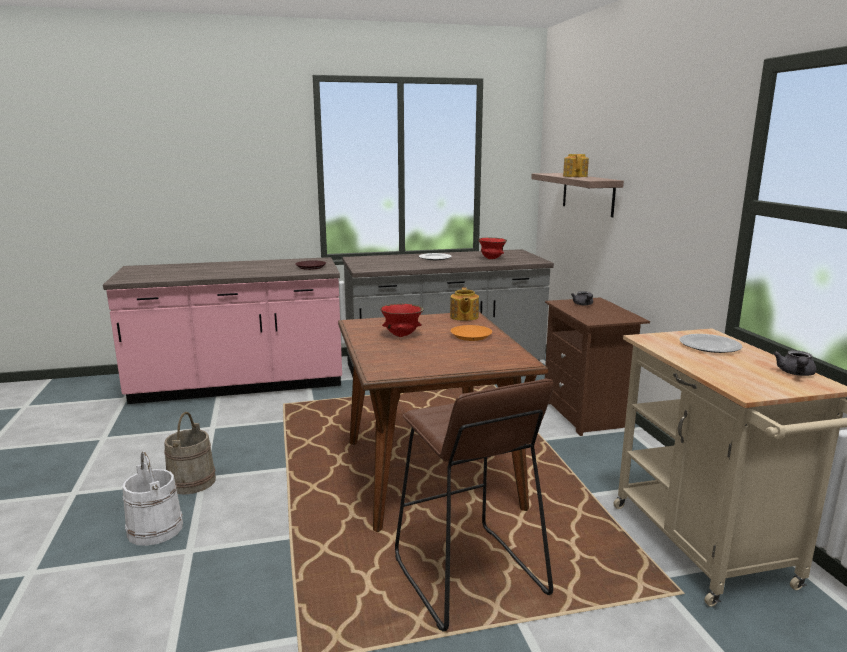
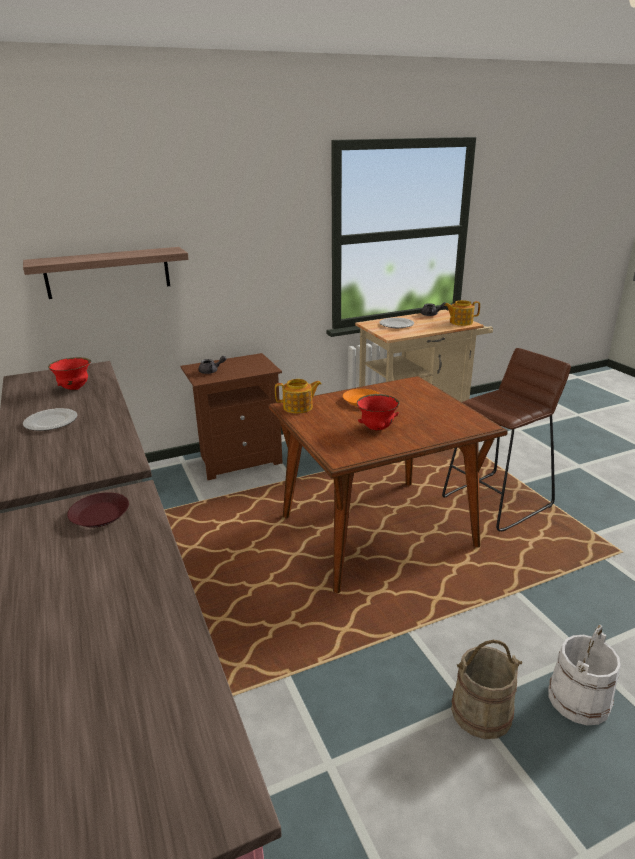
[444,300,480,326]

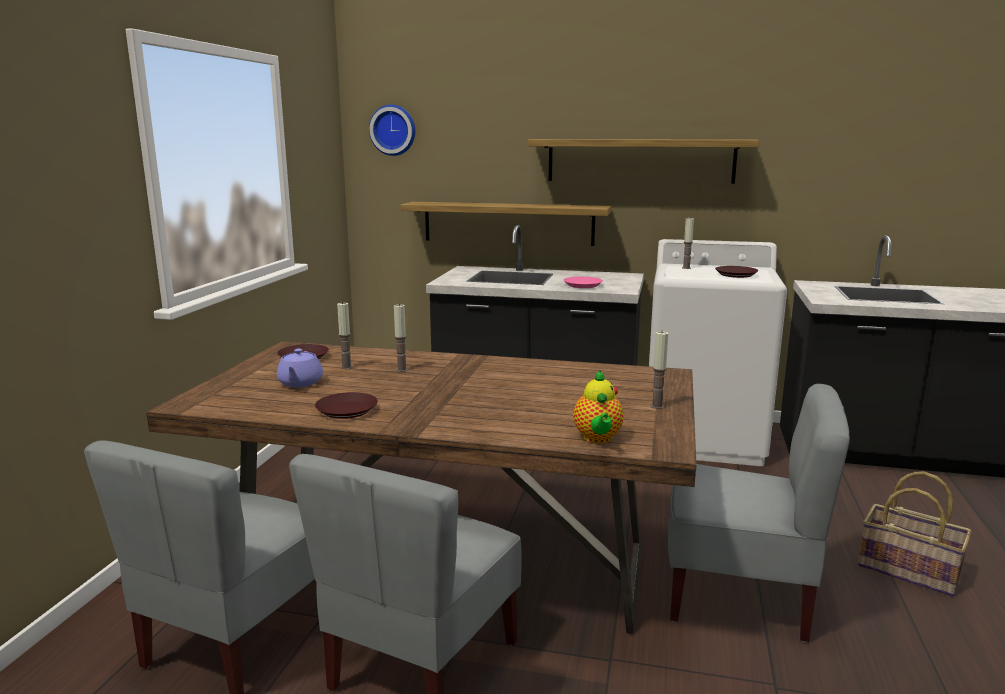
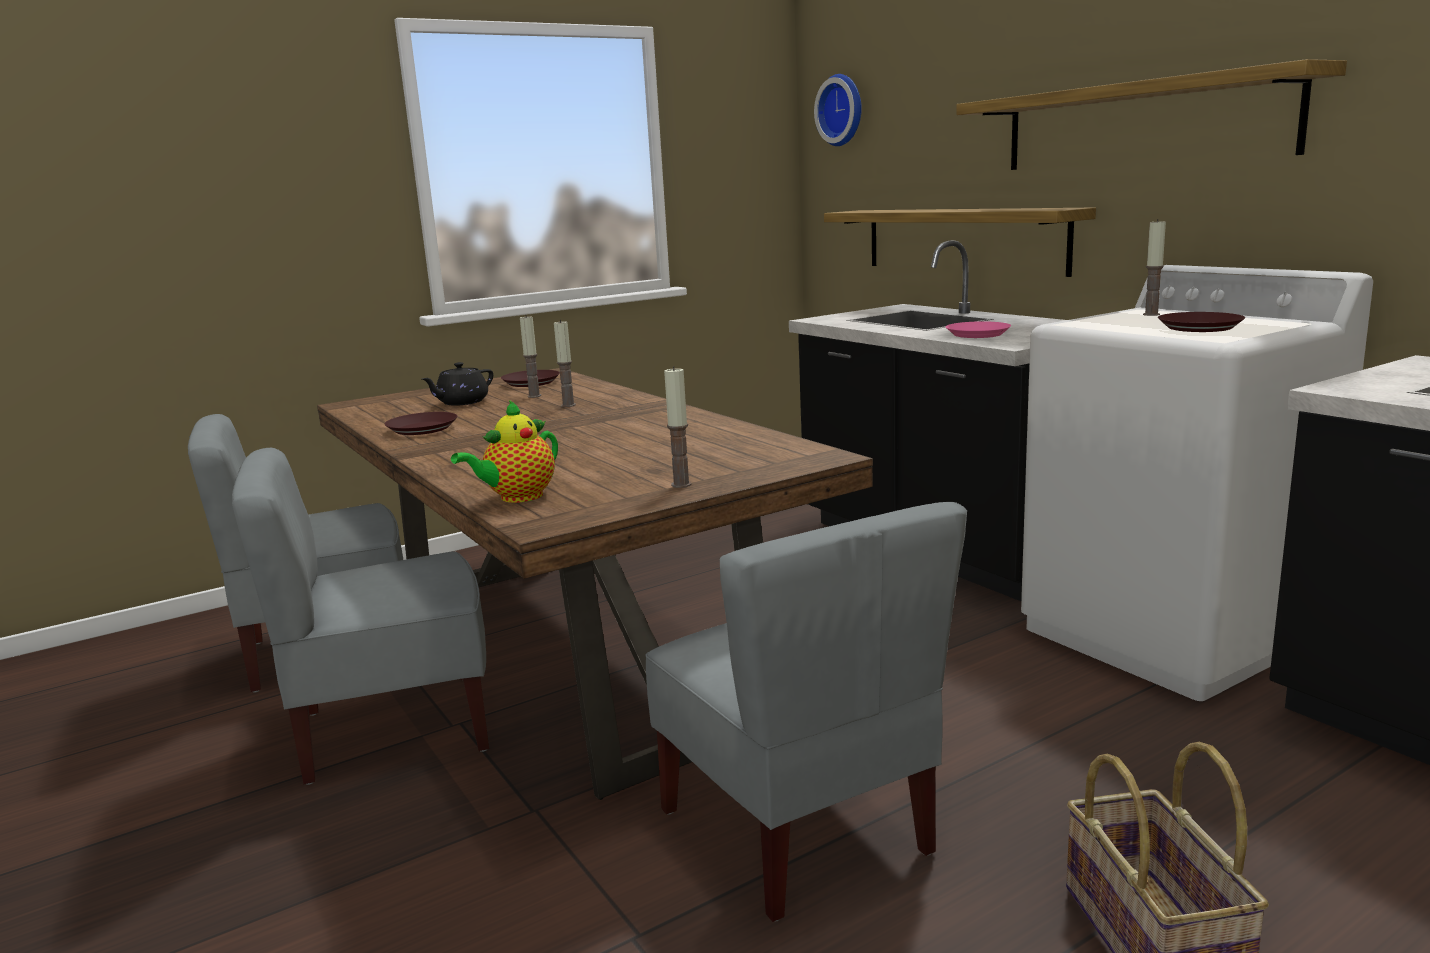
[422,362,493,406]

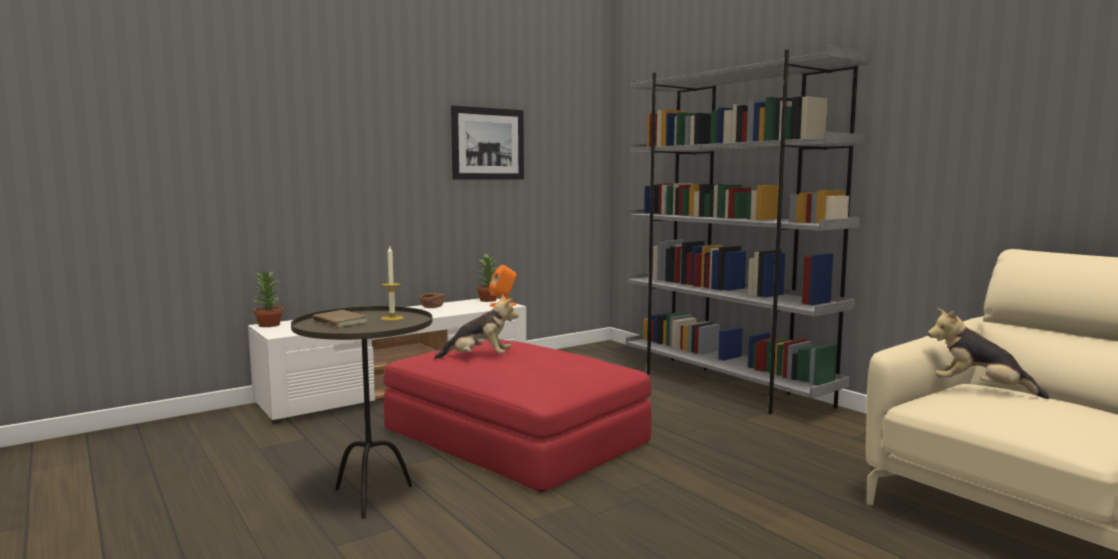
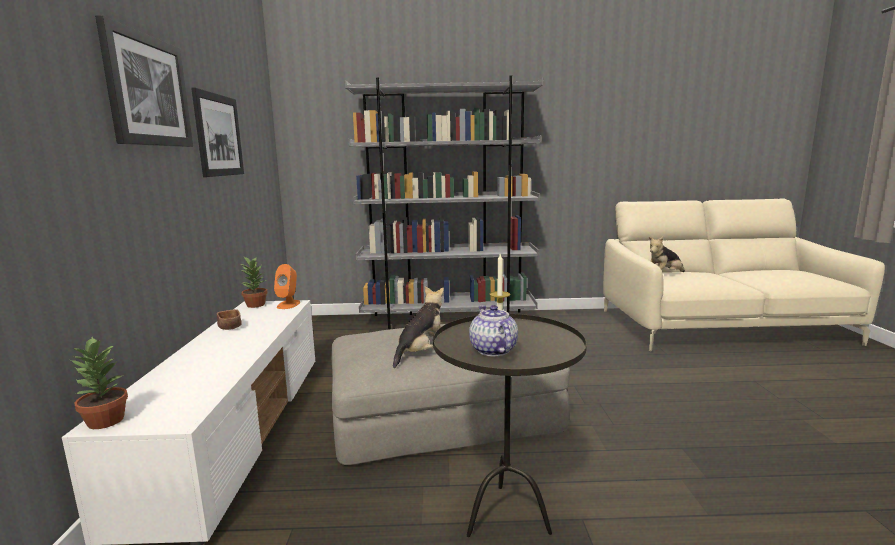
[95,15,193,147]
[331,324,570,466]
[469,305,518,357]

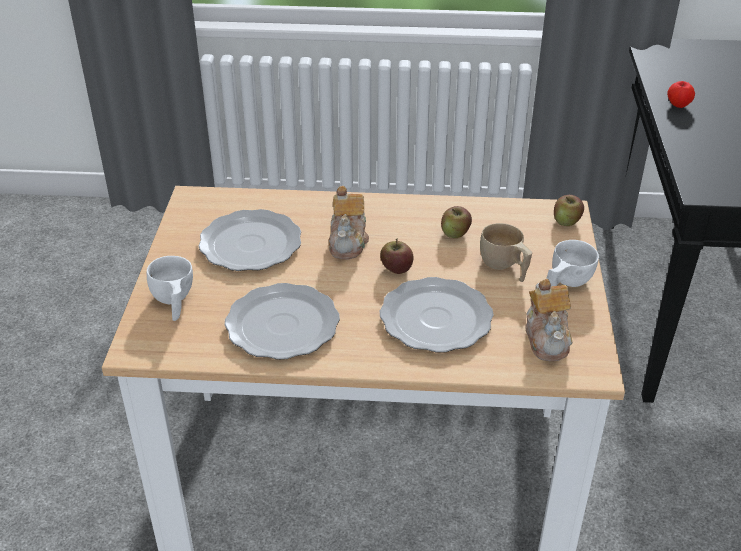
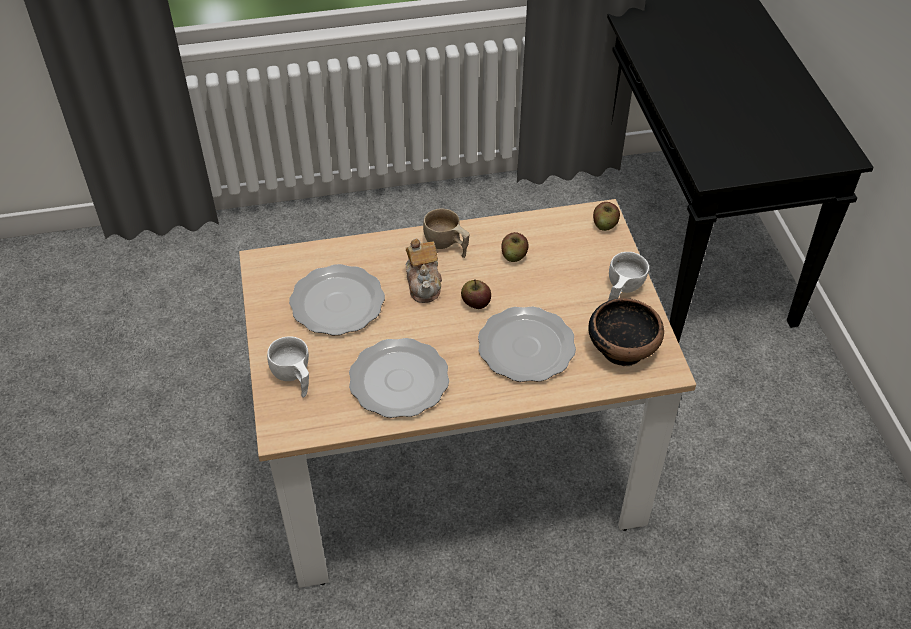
[423,209,469,258]
[588,298,664,366]
[667,81,695,108] (first image)

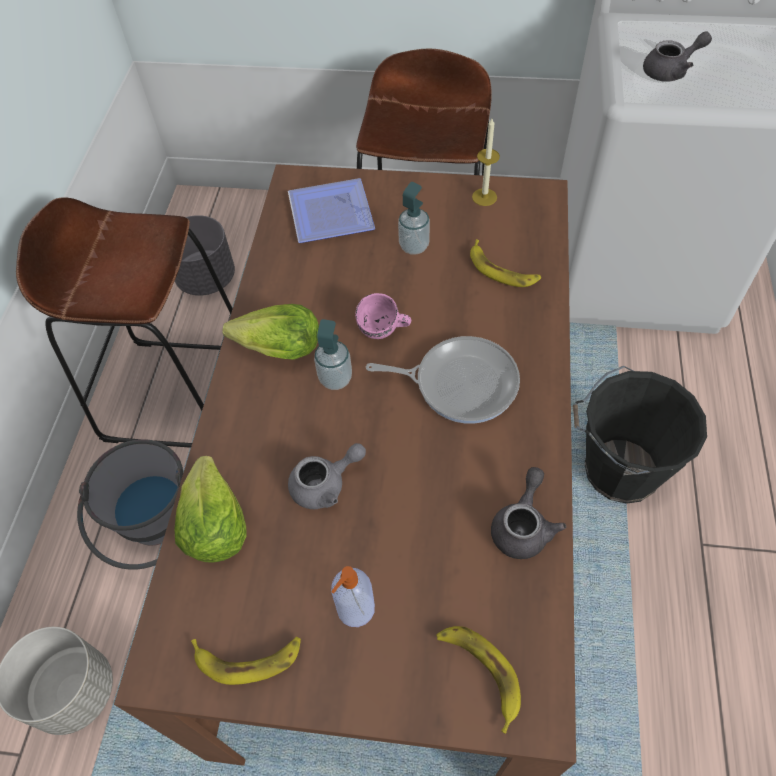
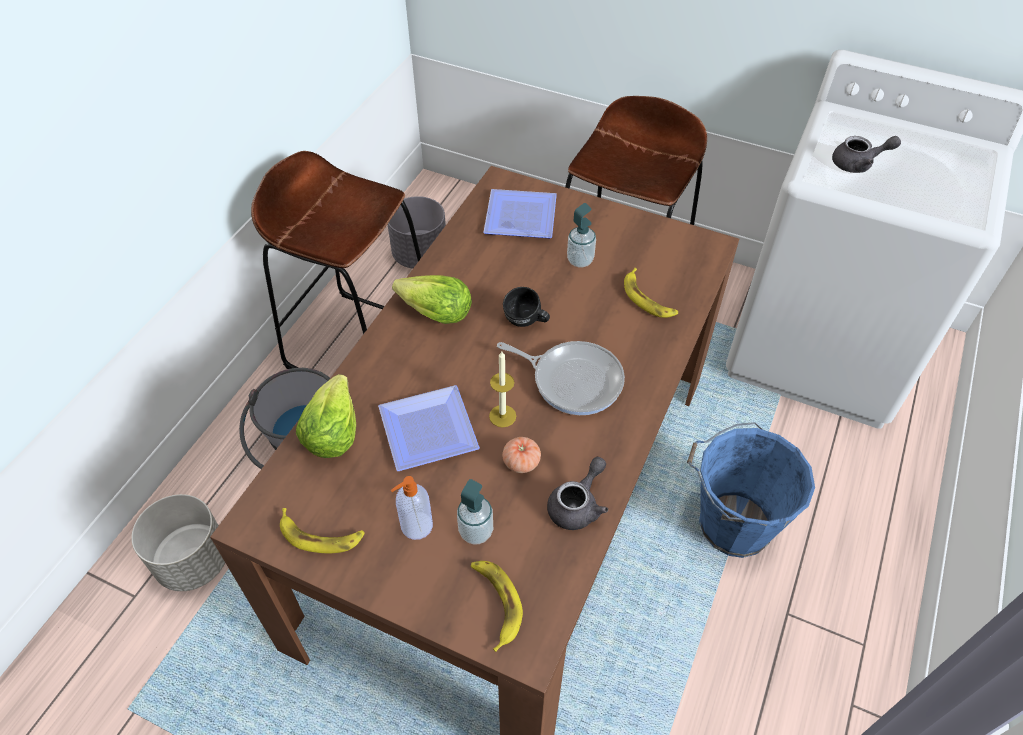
[378,385,480,471]
[457,479,493,545]
[489,351,516,427]
[502,437,541,473]
[503,287,550,327]
[687,422,815,558]

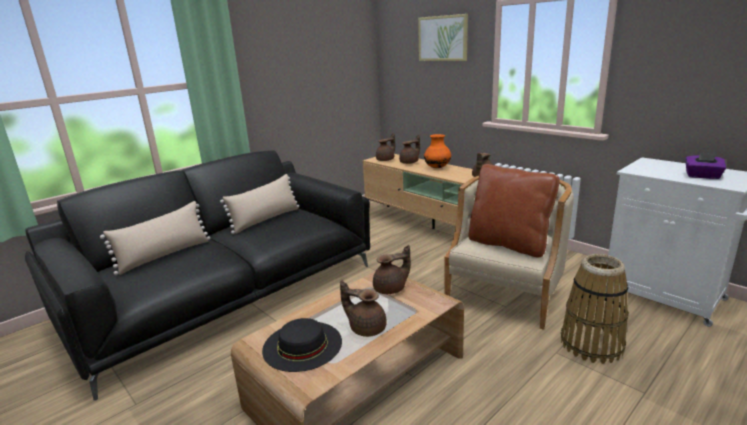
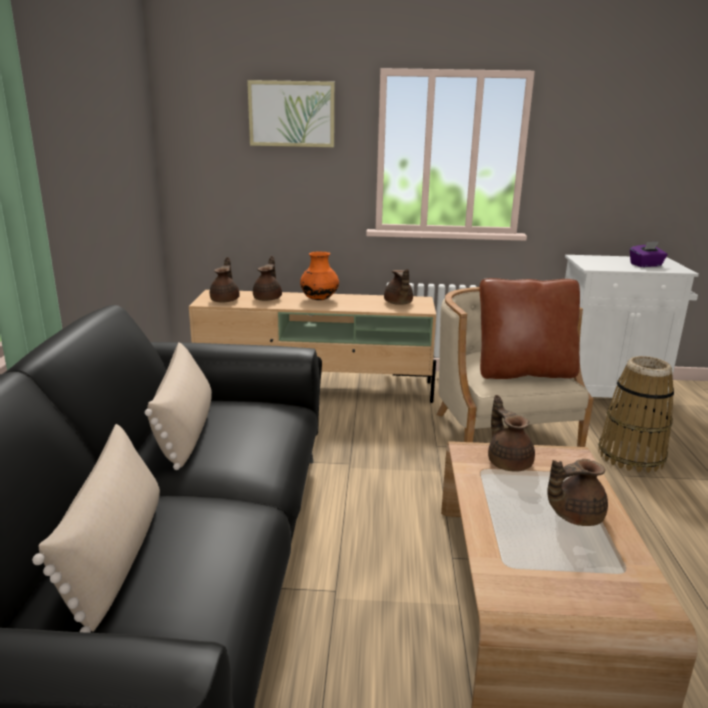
[488,395,535,472]
[262,318,342,372] (first image)

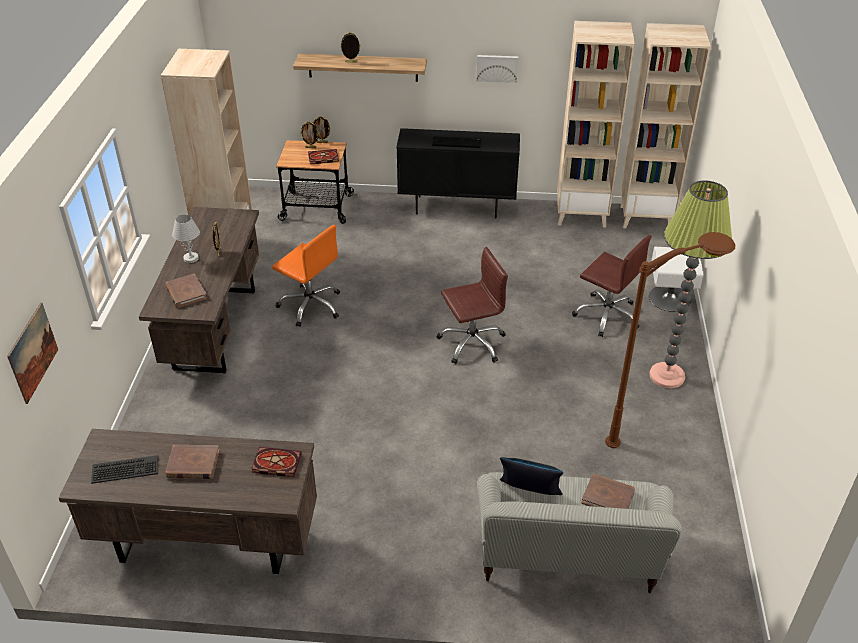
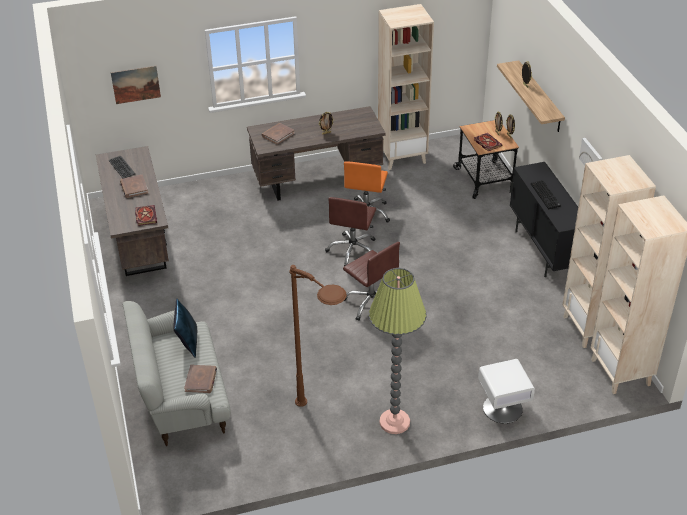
[325,197,376,266]
[172,214,200,263] (first image)

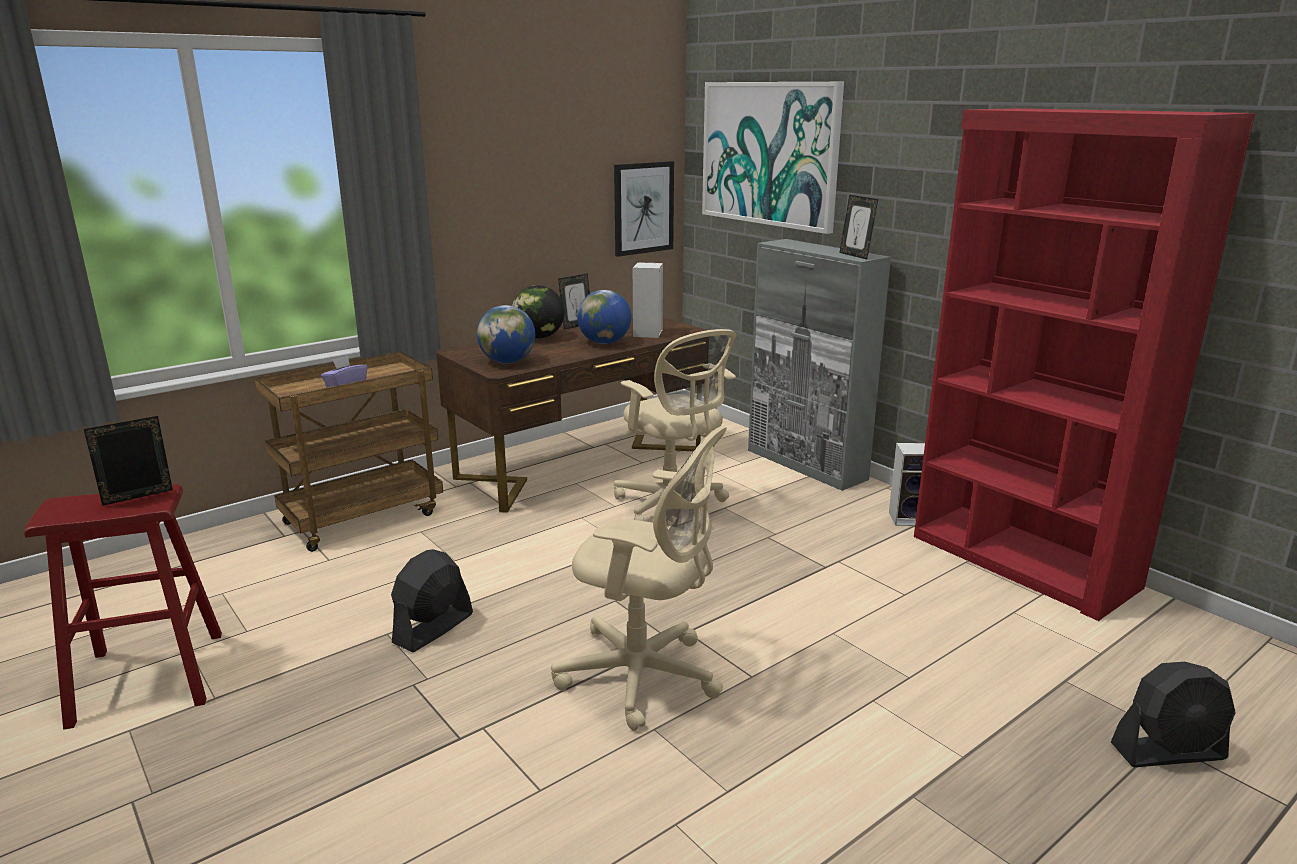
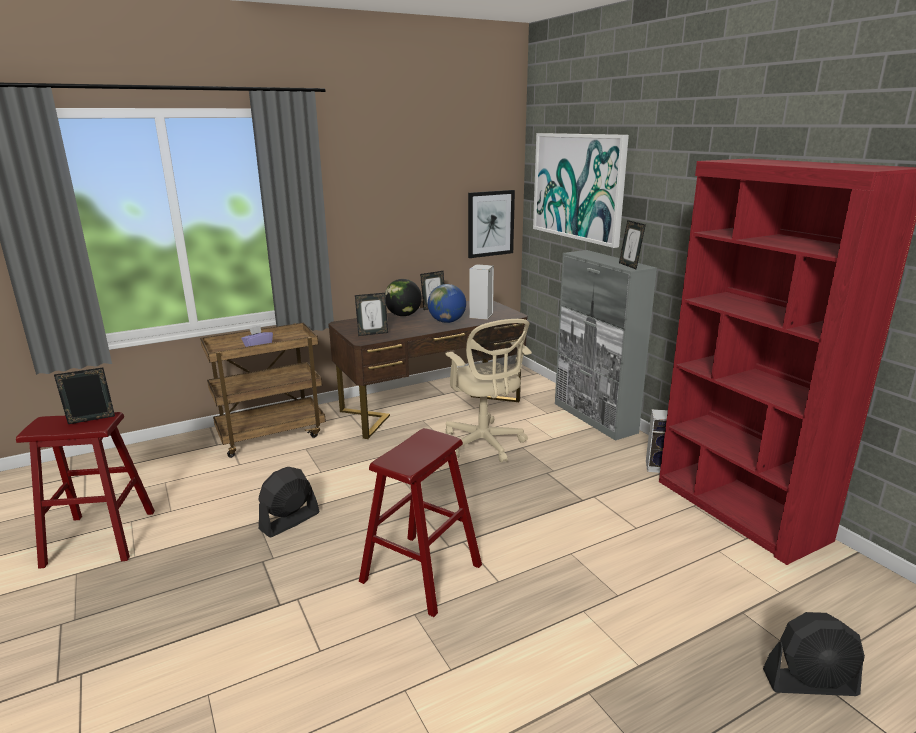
[355,293,388,336]
[359,428,482,617]

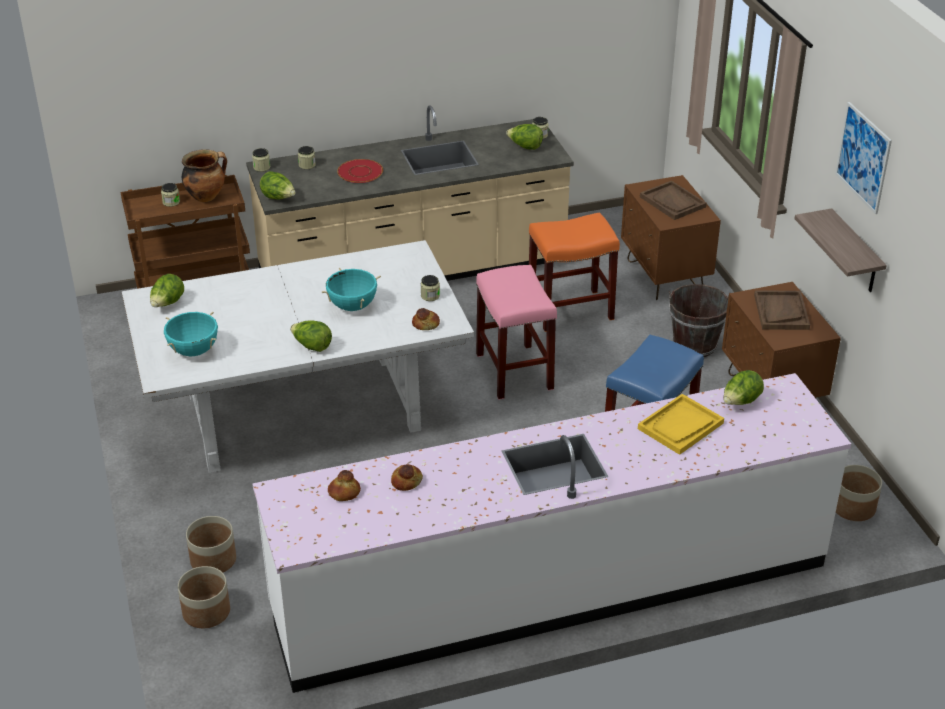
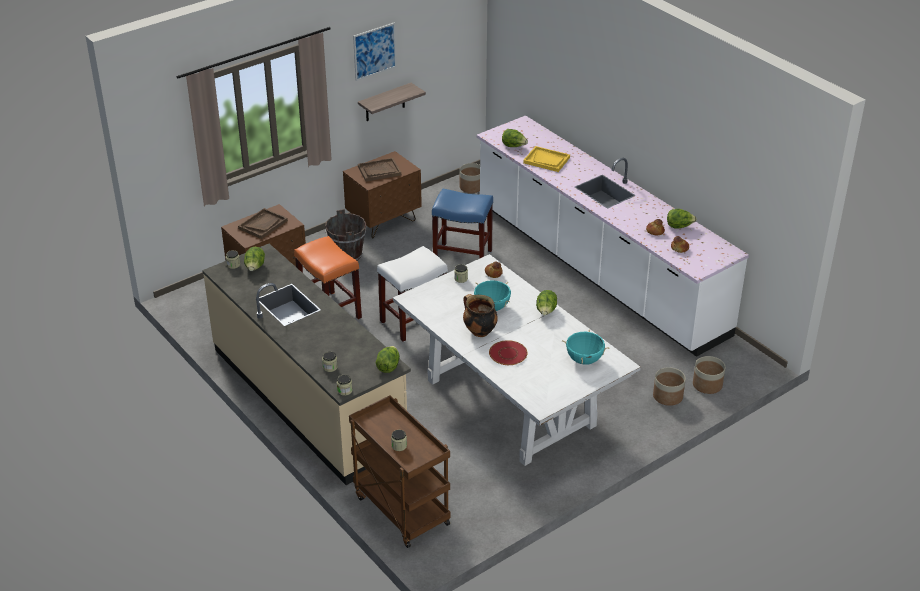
[377,246,448,342]
[463,294,498,337]
[489,340,527,365]
[667,209,697,229]

